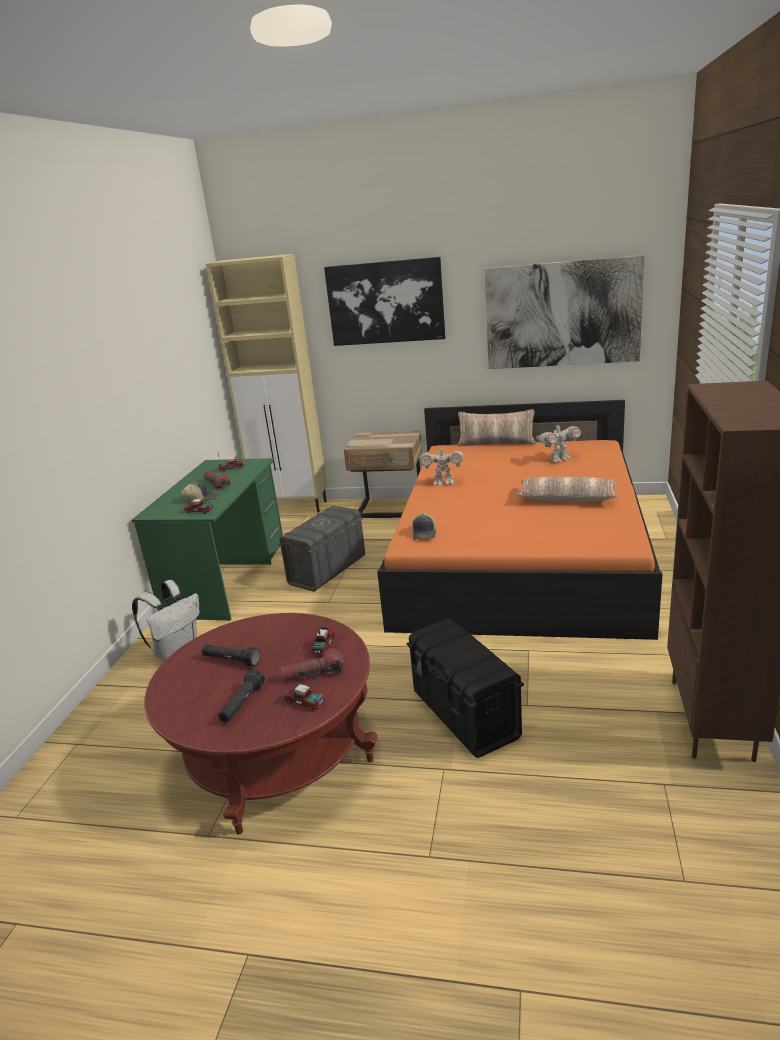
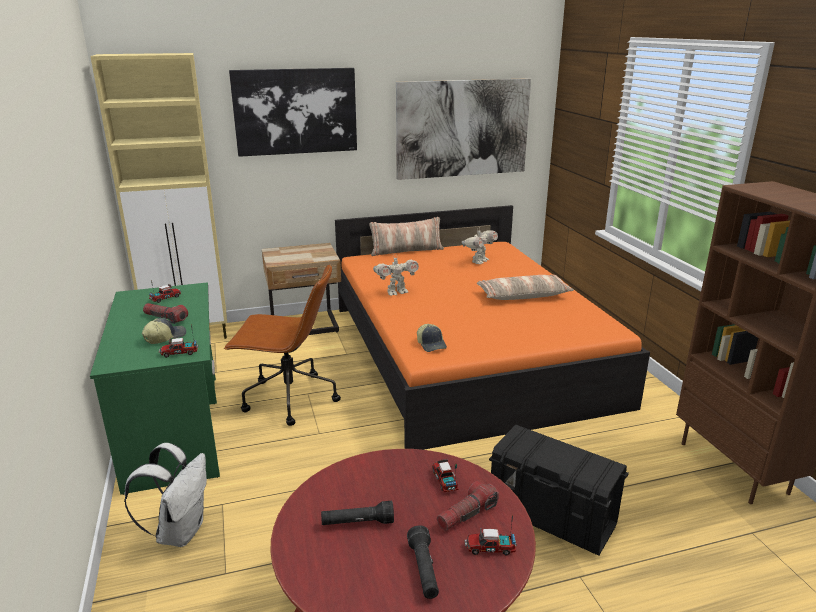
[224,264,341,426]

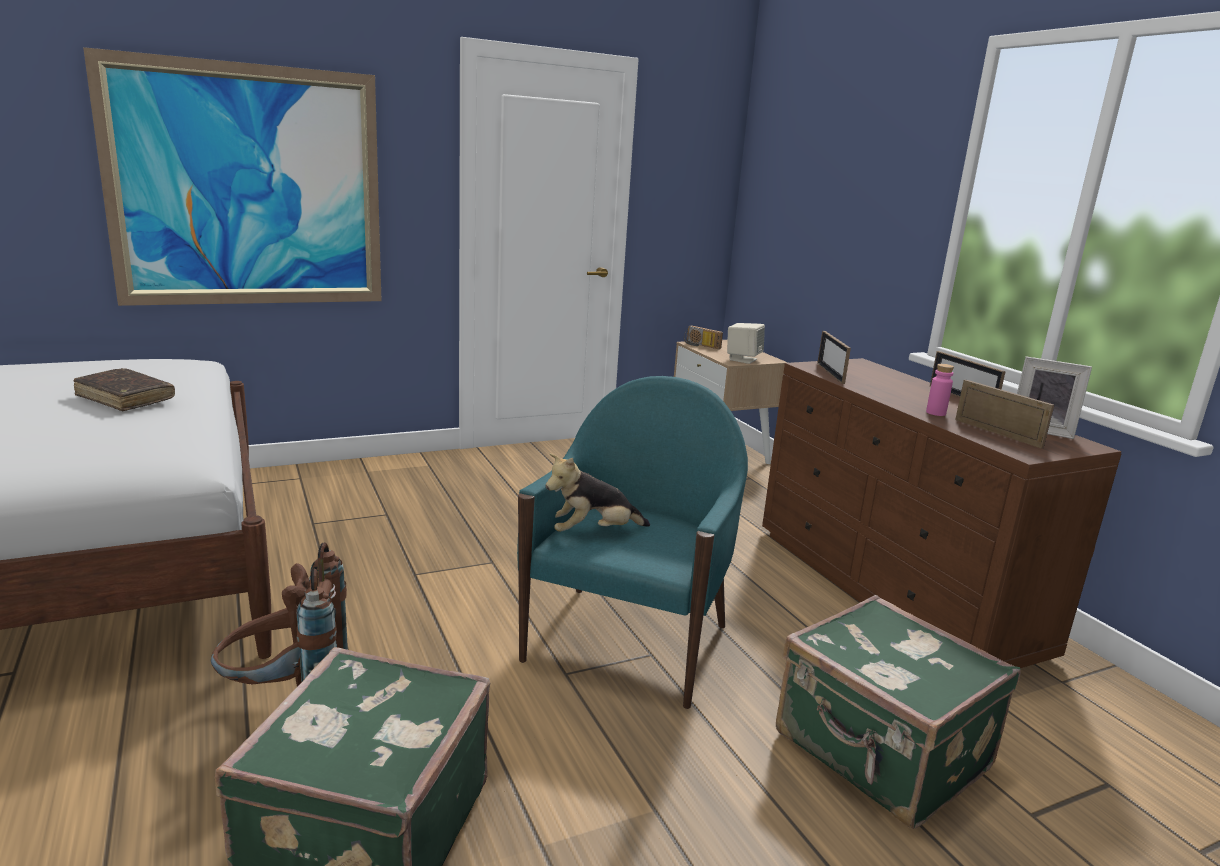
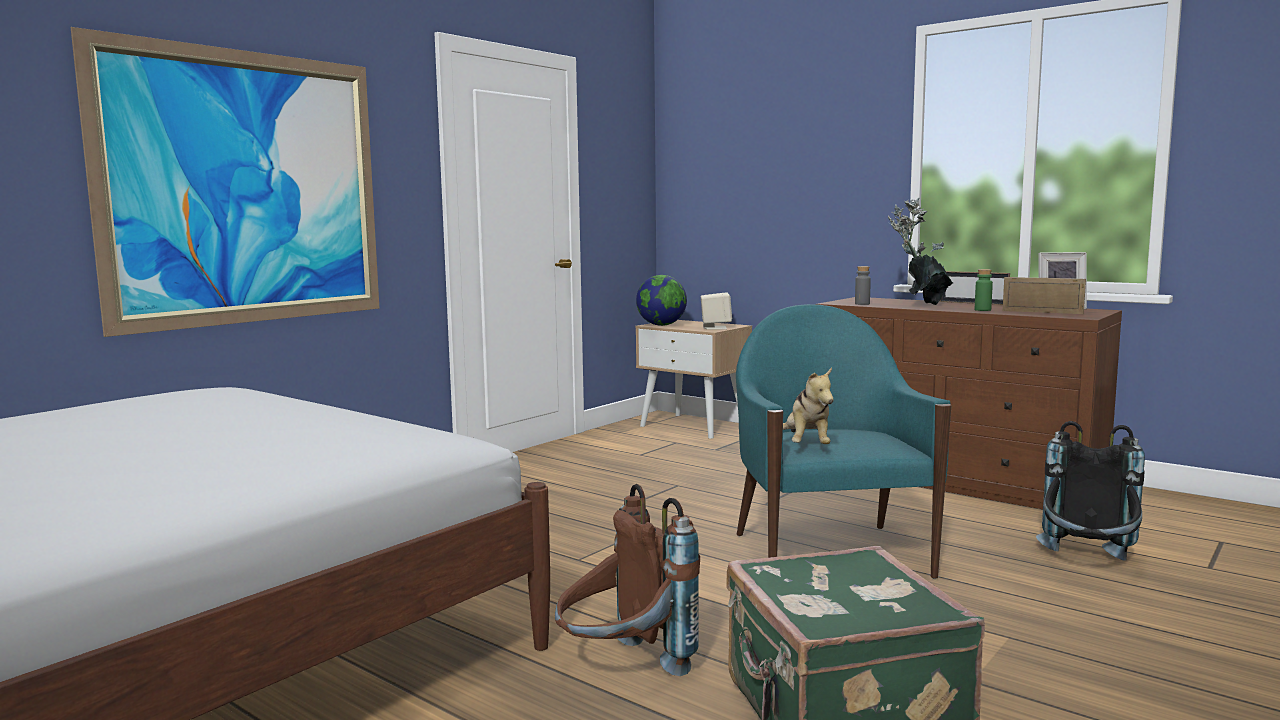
[636,275,687,326]
[783,367,834,444]
[855,266,871,305]
[888,198,954,305]
[975,269,993,311]
[1036,421,1145,560]
[73,368,175,411] (first image)

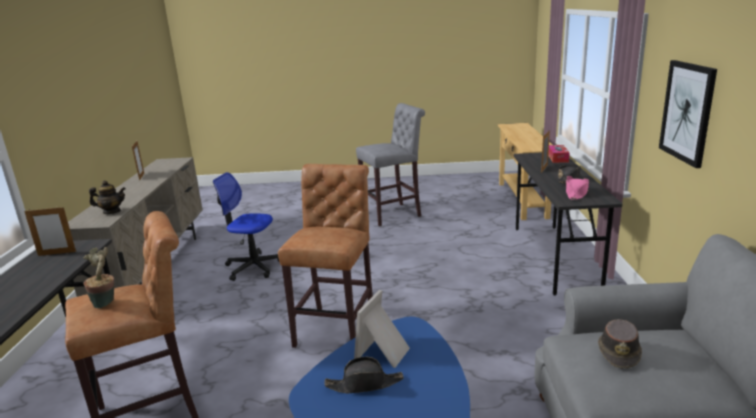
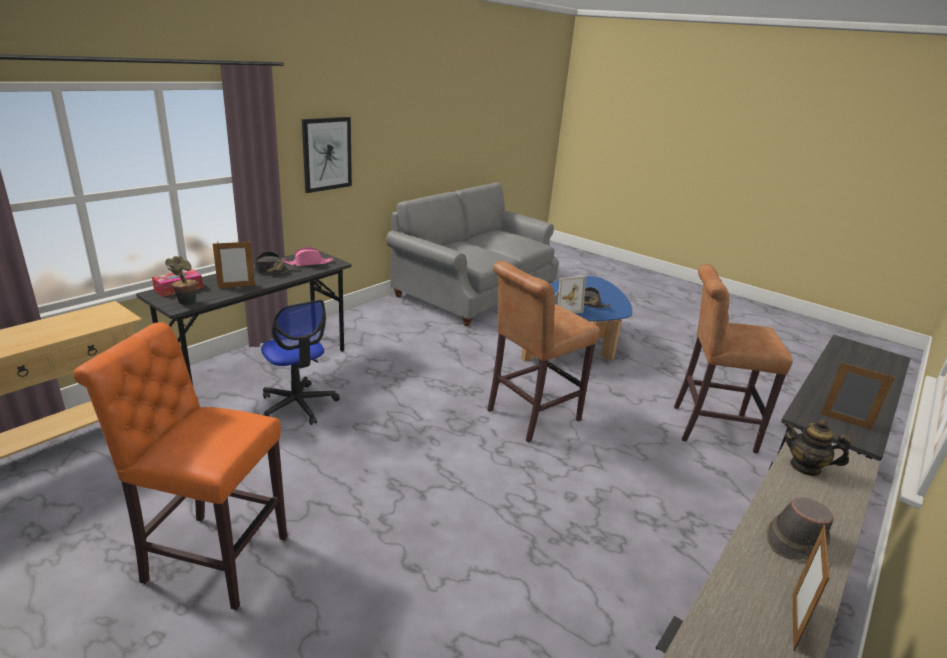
[73,322,287,610]
[165,256,197,306]
[261,300,340,425]
[766,498,833,560]

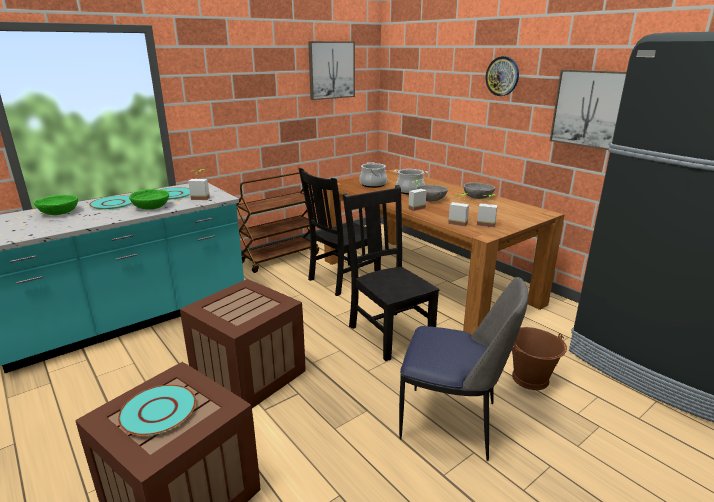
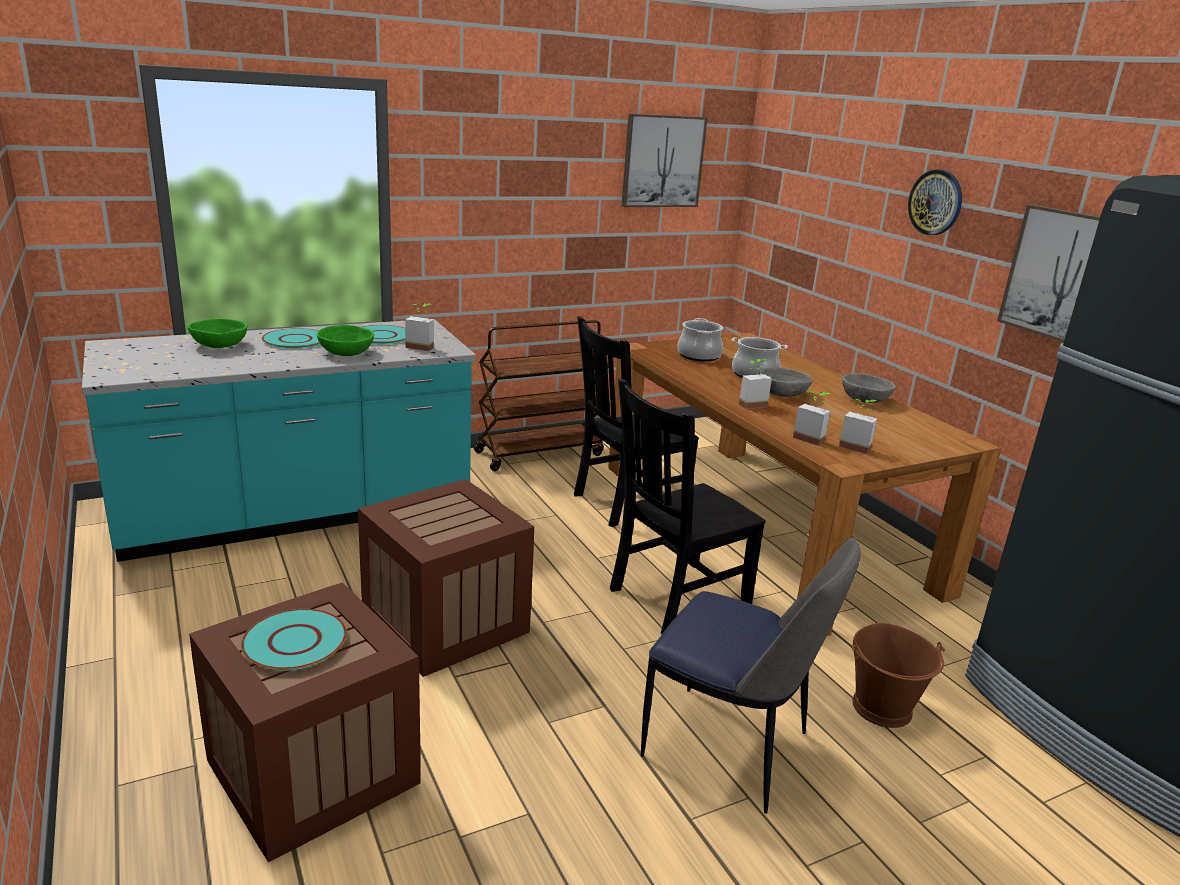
[610,378,766,634]

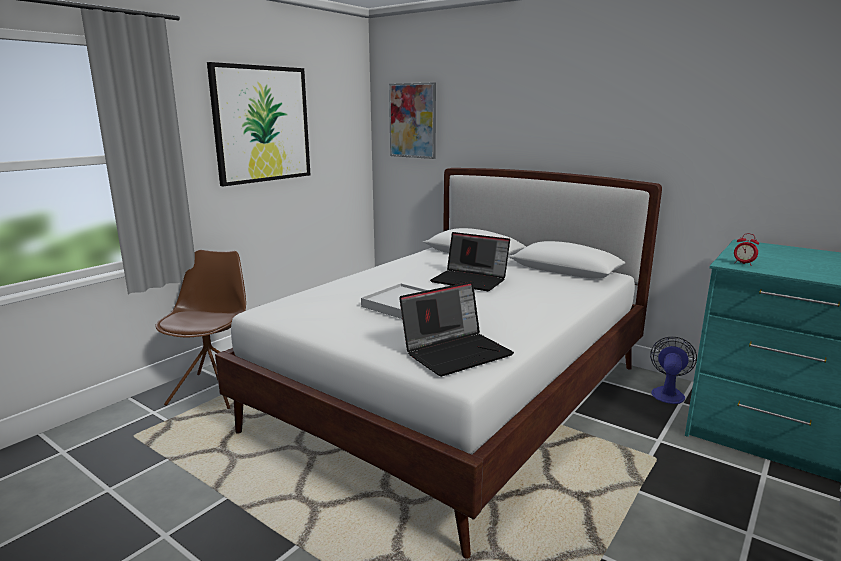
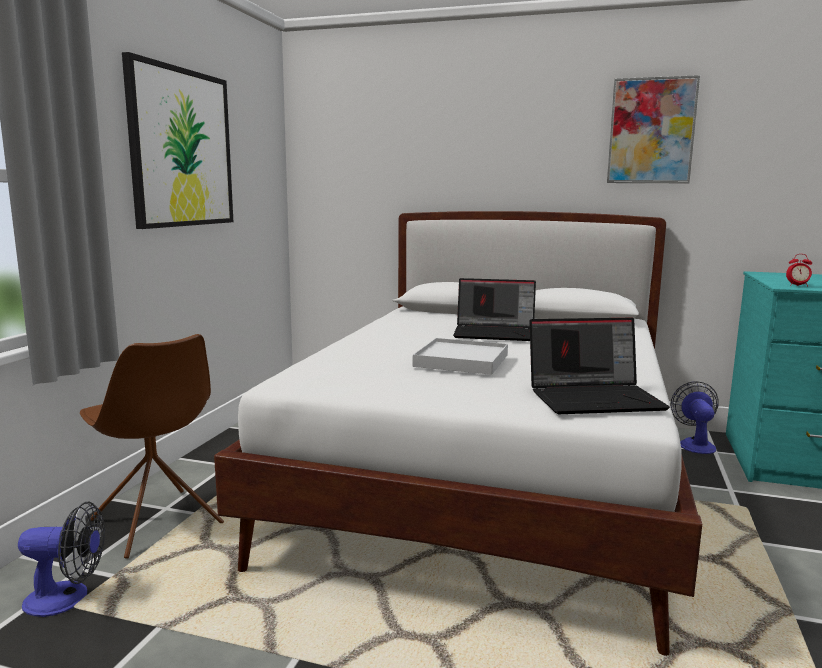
[18,502,105,617]
[80,334,224,559]
[530,318,670,414]
[607,75,700,183]

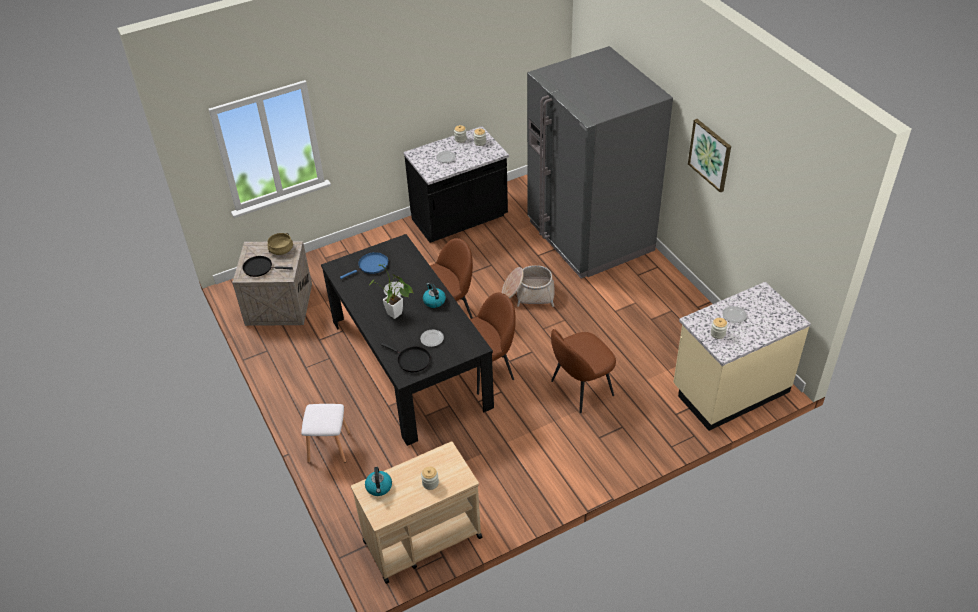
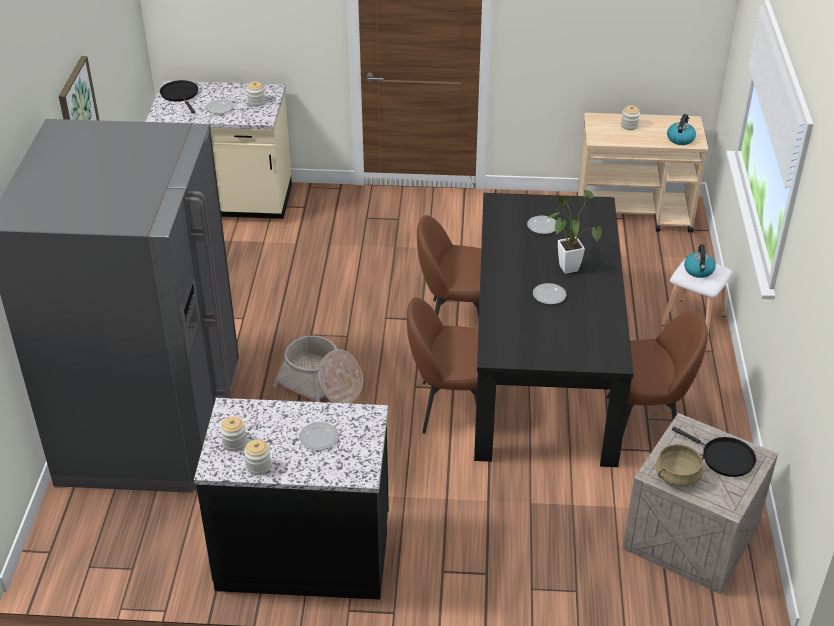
[160,80,198,114]
[607,311,708,435]
[684,244,716,278]
[340,252,388,279] (first image)

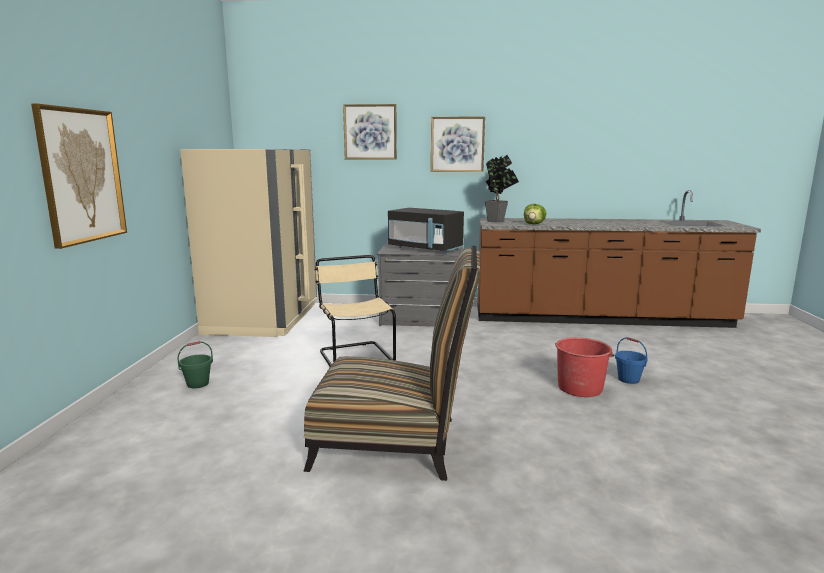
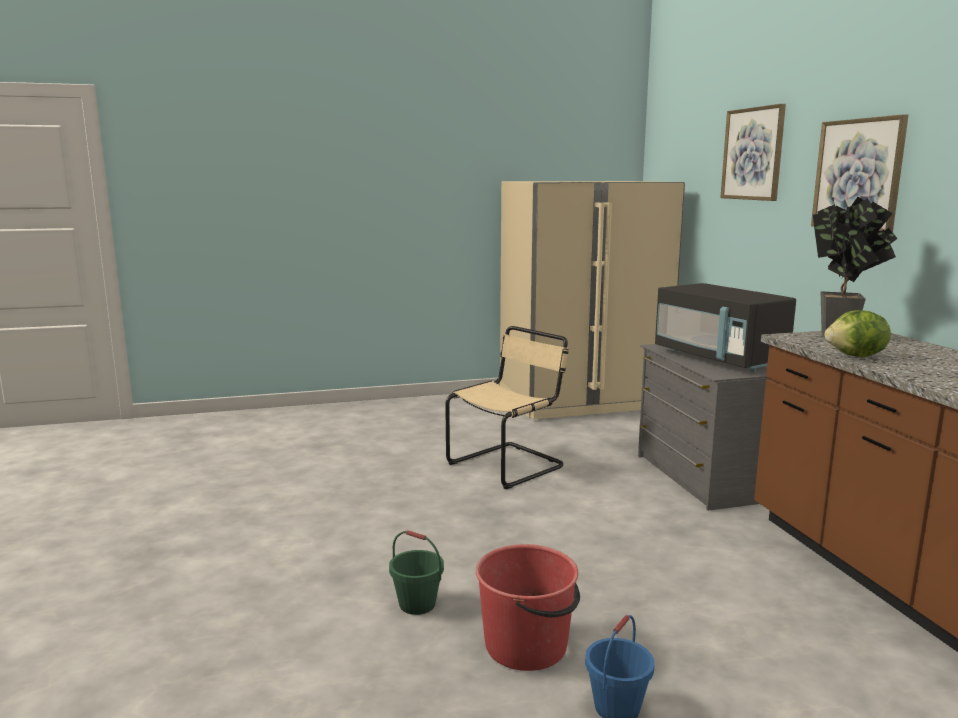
[389,530,444,615]
[655,283,796,372]
[31,104,127,249] (first image)
[304,246,480,481] (first image)

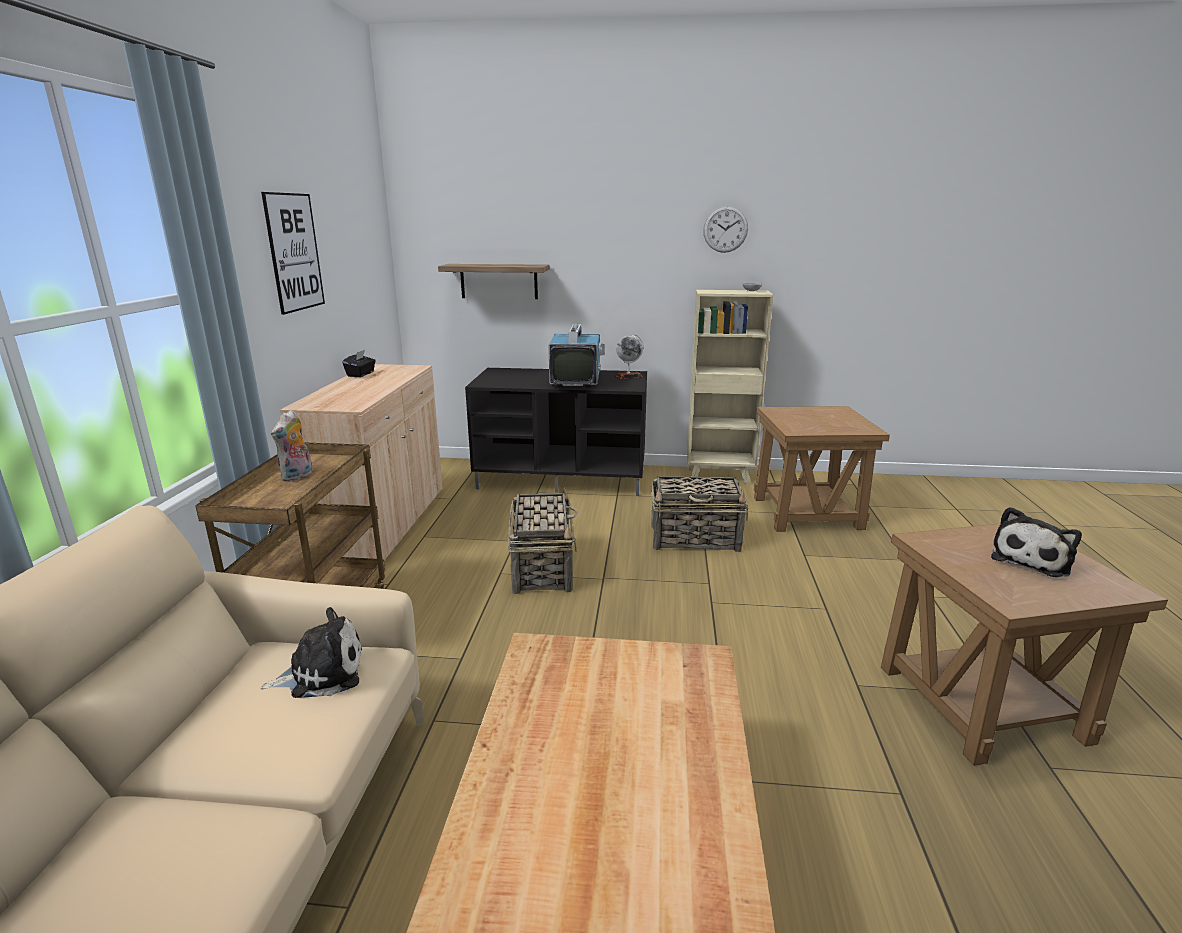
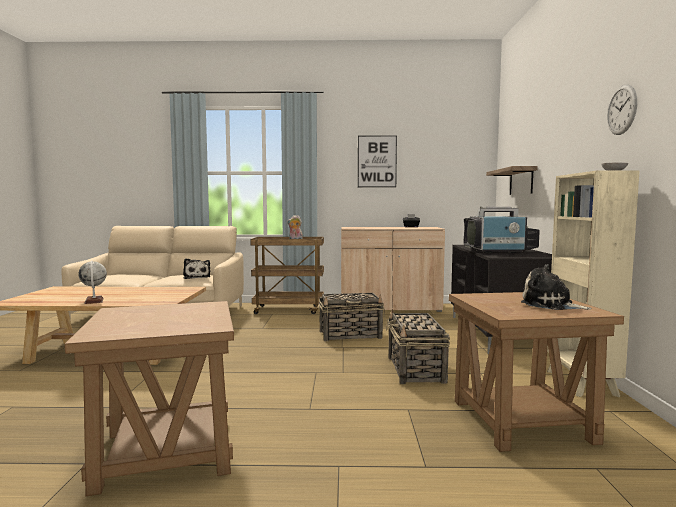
[78,261,107,304]
[521,264,592,310]

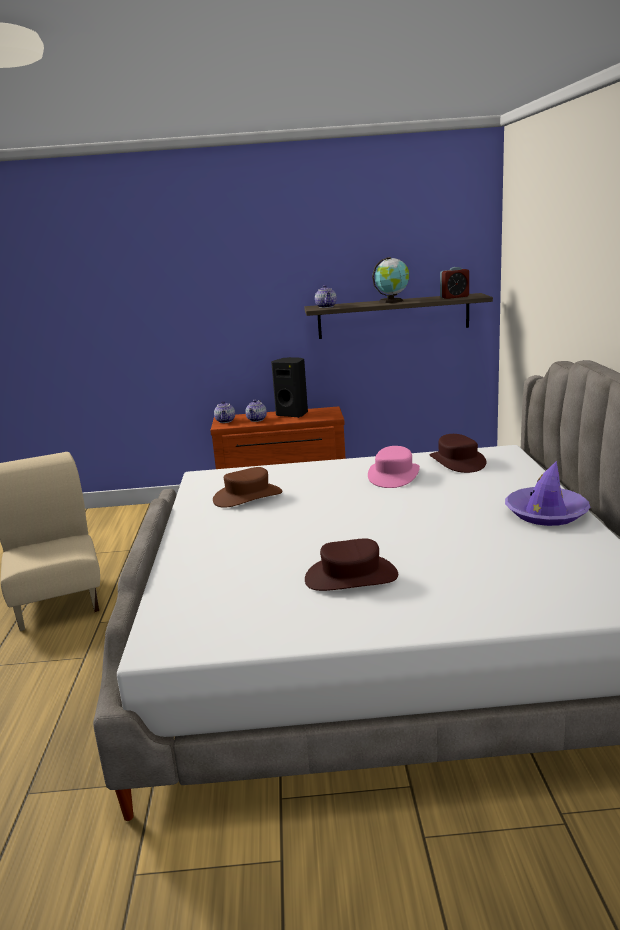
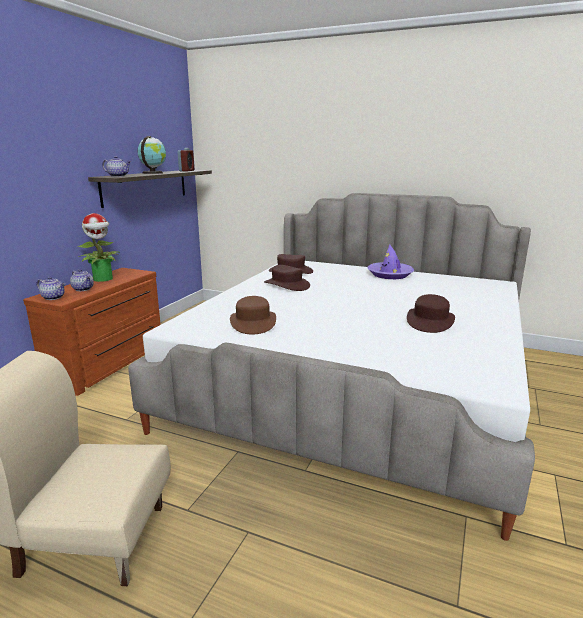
[78,213,119,282]
[264,265,310,291]

